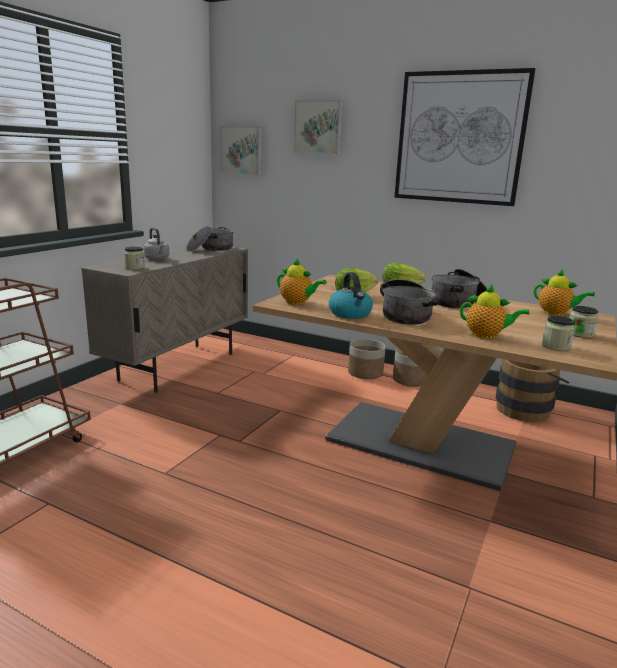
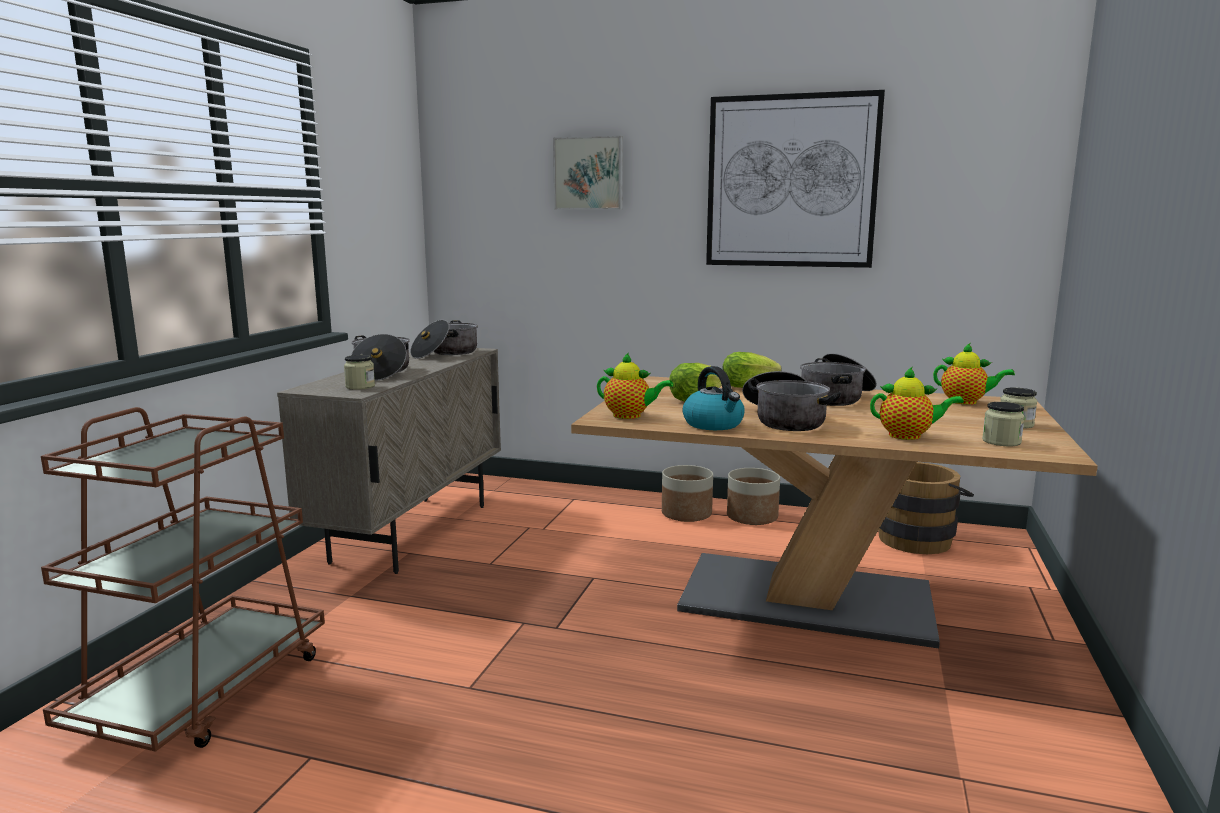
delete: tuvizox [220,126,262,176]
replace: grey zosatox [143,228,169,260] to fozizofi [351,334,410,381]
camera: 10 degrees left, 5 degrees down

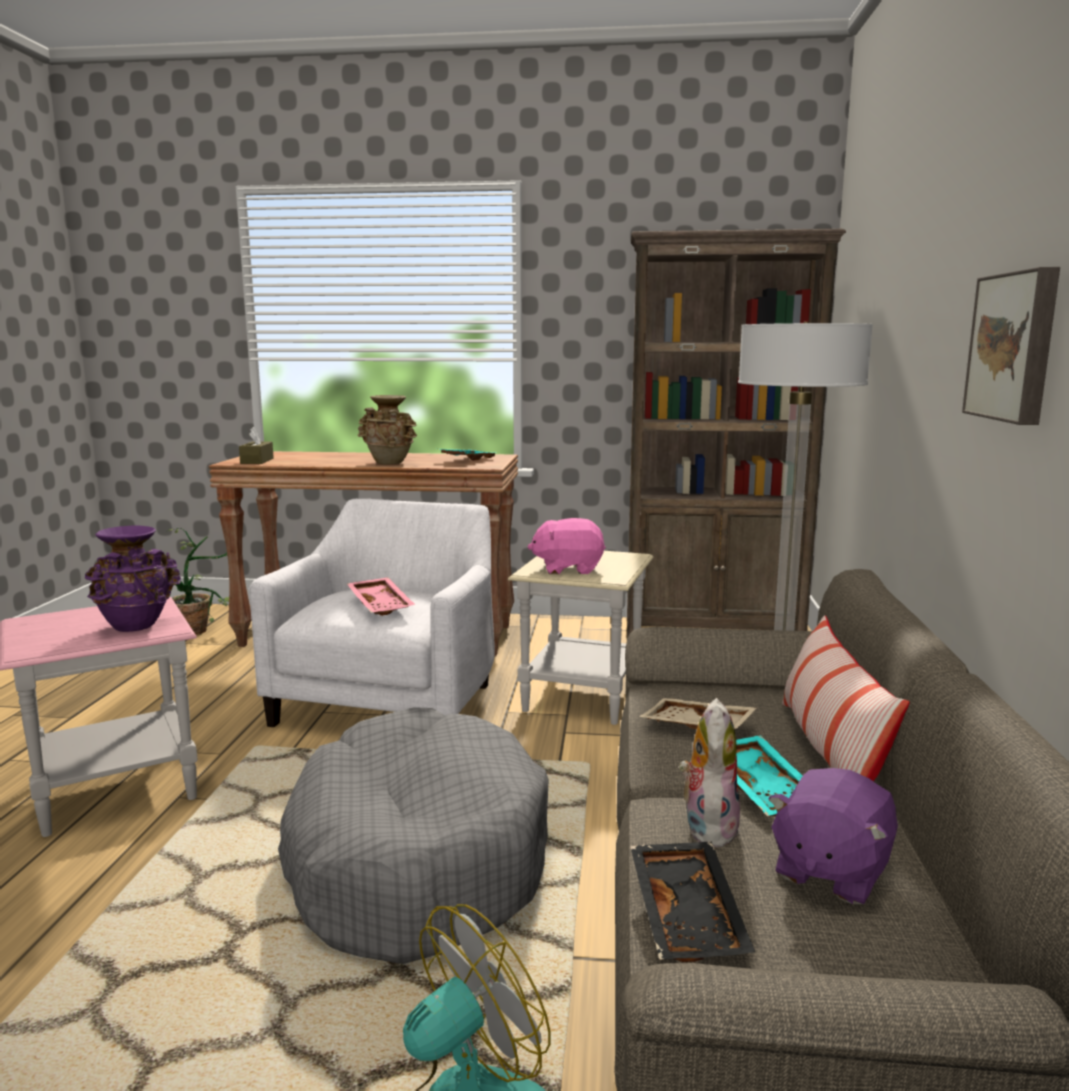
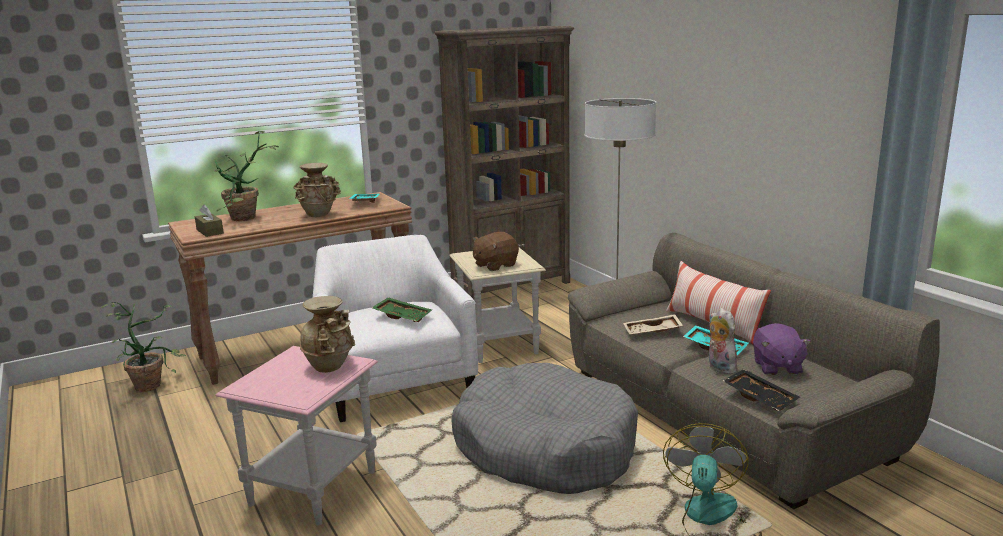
delete: tuvizox [962,267,1060,425]
insert: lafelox [214,131,279,221]
recolor: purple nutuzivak [85,525,181,632] to beige nutuzivak [300,296,355,373]; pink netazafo [347,577,415,616] to green netazafo [372,297,432,322]; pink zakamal [528,518,606,574] to brown zakamal [473,232,519,271]
camera: 35 degrees left, 5 degrees up

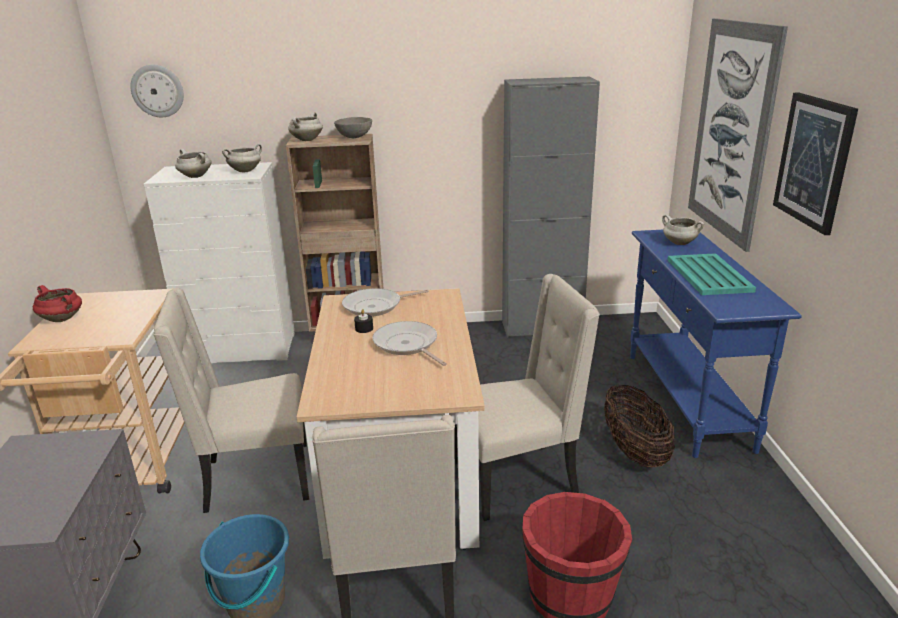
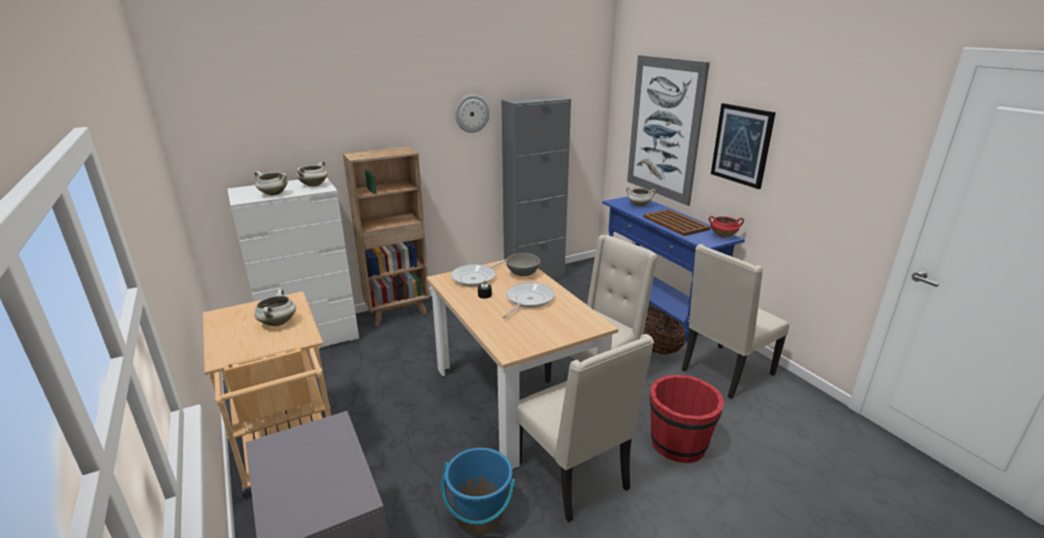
move: white fozizofi [288,112,323,141] to [254,289,296,326]; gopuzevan [130,65,184,117] to [455,94,490,133]; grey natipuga [334,117,372,138] to [506,253,540,276]; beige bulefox [153,288,309,513] to [682,244,789,399]; red fozizofi [33,285,82,322] to [709,216,744,238]
recolor: turquoise netazafo [668,253,756,295] to brown netazafo [643,209,710,236]
rotate: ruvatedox [373,321,447,366] = [503,283,554,319] 90 degrees clockwise
camera: 25 degrees left, 0 degrees up

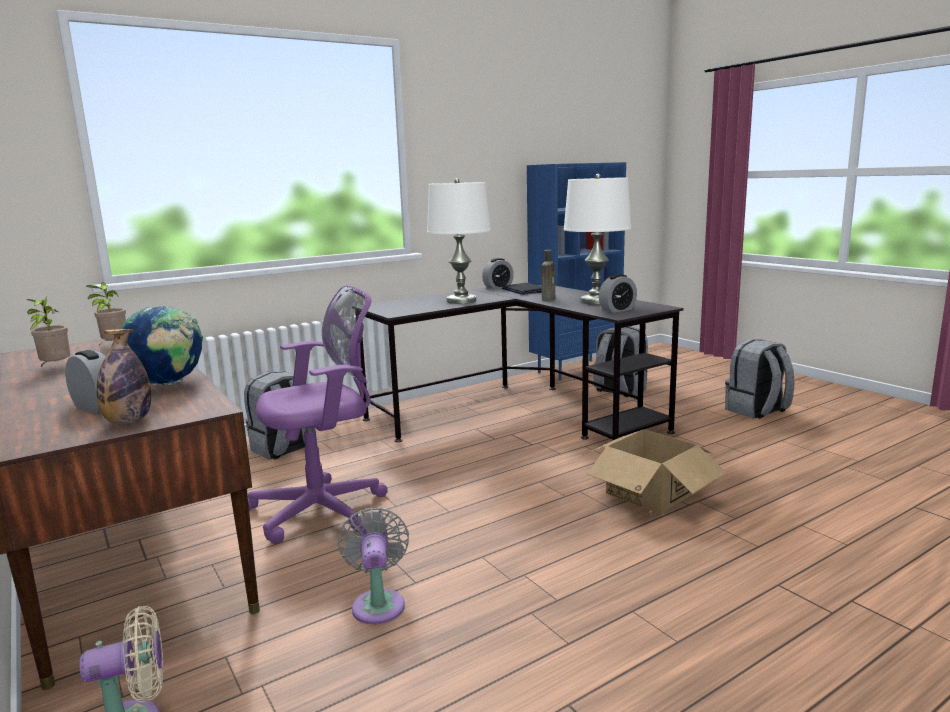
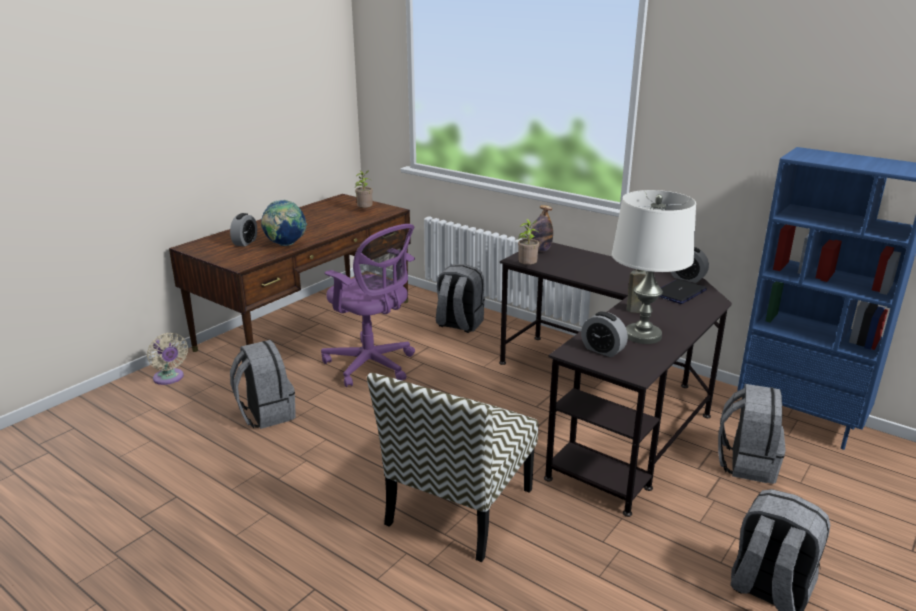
delete: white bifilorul [427,178,491,304]
move: lafelox [27,296,70,367] to [518,219,540,265]; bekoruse [97,329,151,424] to [531,205,553,252]
replace: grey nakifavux [338,507,409,624] to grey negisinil [230,340,296,429]; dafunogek [582,429,727,514] to bulefox [367,373,538,562]
camera: 70 degrees right, 10 degrees up

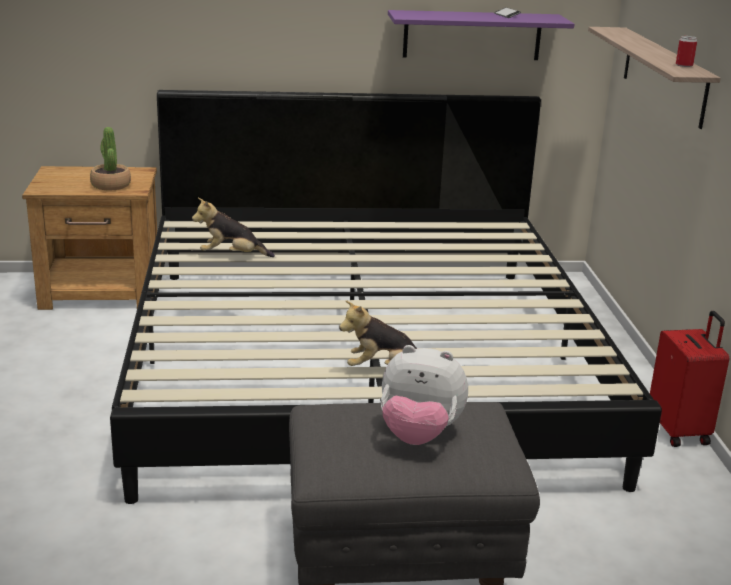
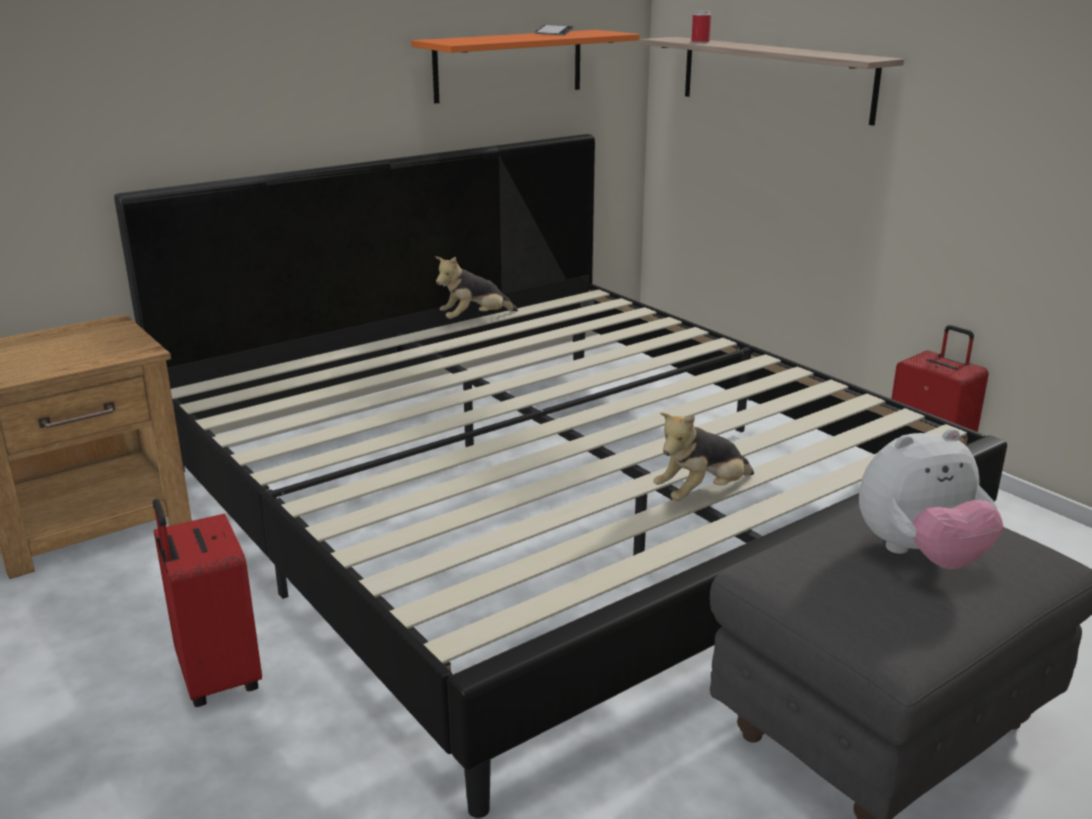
delete: lafelox [90,127,131,190]
insert: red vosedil [153,499,262,707]
move: zakamal [192,198,275,257] to [436,256,518,319]; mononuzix [676,36,697,67] to [691,11,711,43]
recolor: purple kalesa [388,10,574,60] to orange kalesa [411,30,640,104]
camera: 30 degrees left, 0 degrees up

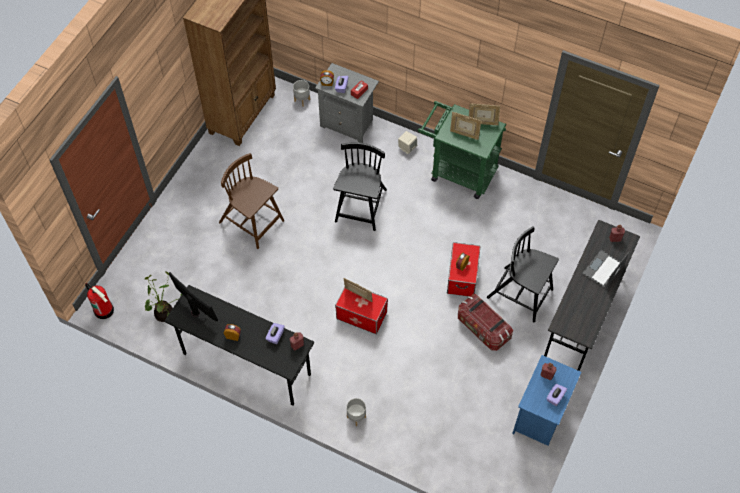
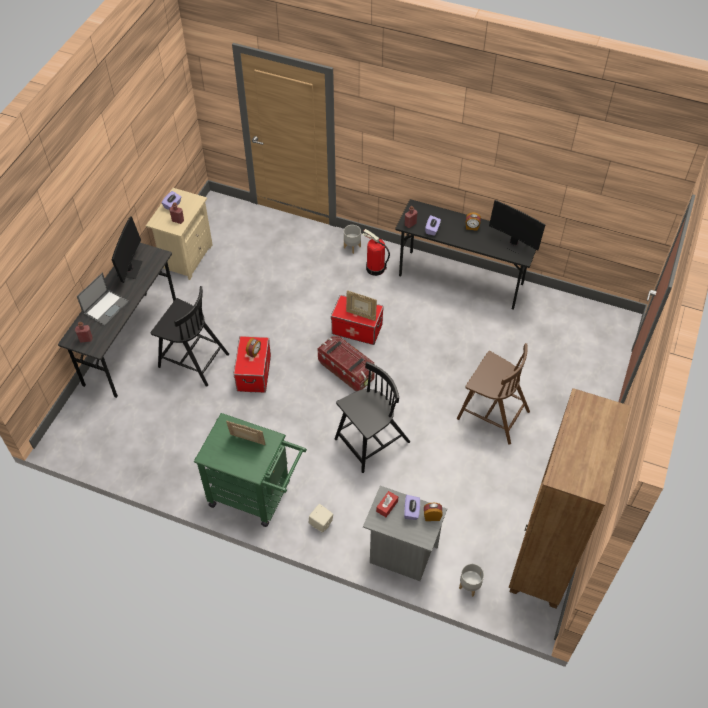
delete: lafelox [145,271,182,322]; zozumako [469,103,500,125]
insert: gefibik [112,216,143,283]
move: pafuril [458,294,513,351] to [317,336,375,391]; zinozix [85,283,114,319] to [362,229,390,276]
recolor: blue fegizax [512,355,581,446] to beige fegizax [146,188,213,280]
rotate: black bulefox [333,142,387,231] = [334,362,410,473] 135 degrees counterclockwise
camera: 175 degrees right, 5 degrees down

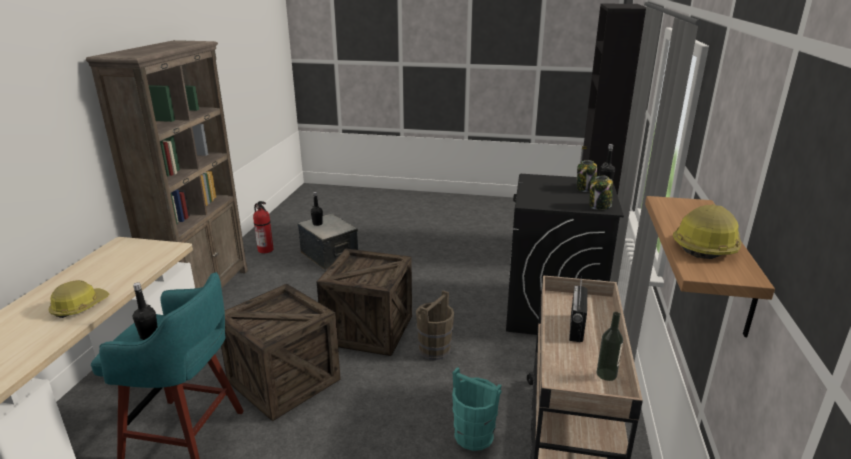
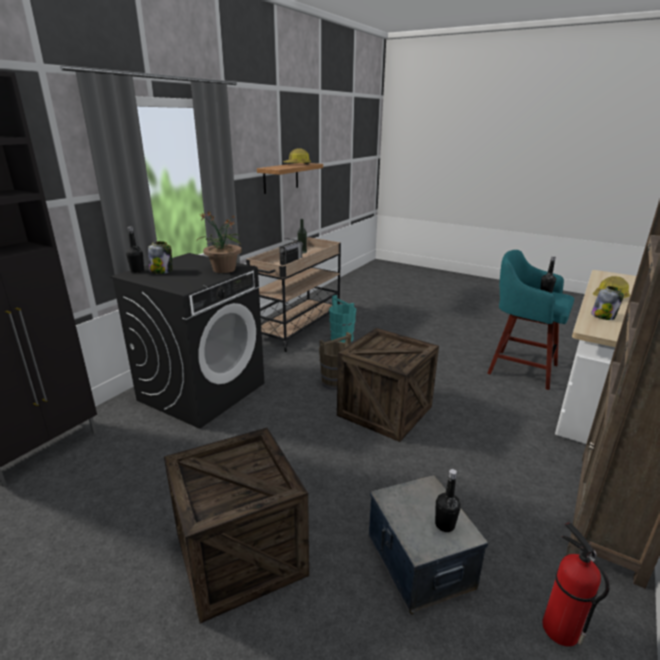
insert: lafelox [196,211,242,273]
move: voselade [221,284,341,421] to [164,428,309,623]; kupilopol [589,176,613,210] to [591,286,624,320]
camera: 160 degrees left, 0 degrees up

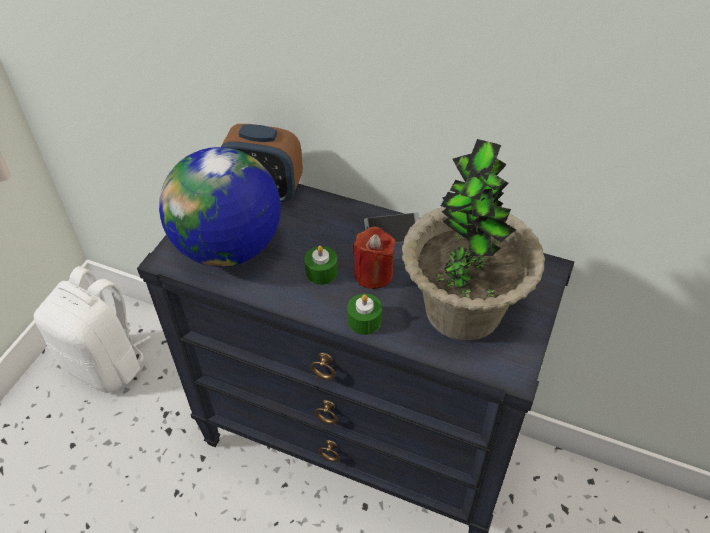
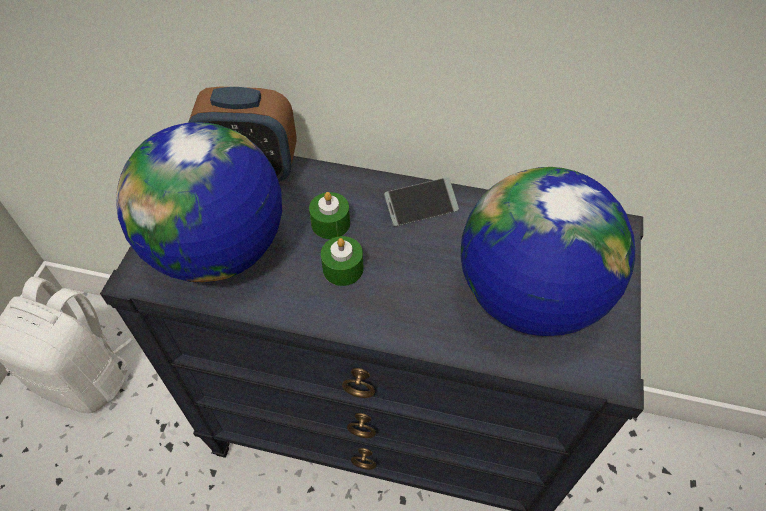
delete: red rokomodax [353,227,396,289]
move: green rokomodax [347,294,382,335] to [309,192,350,239]
replace: lafelox [402,139,545,341] to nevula [461,167,635,336]
camera: 10 degrees left, 5 degrees up

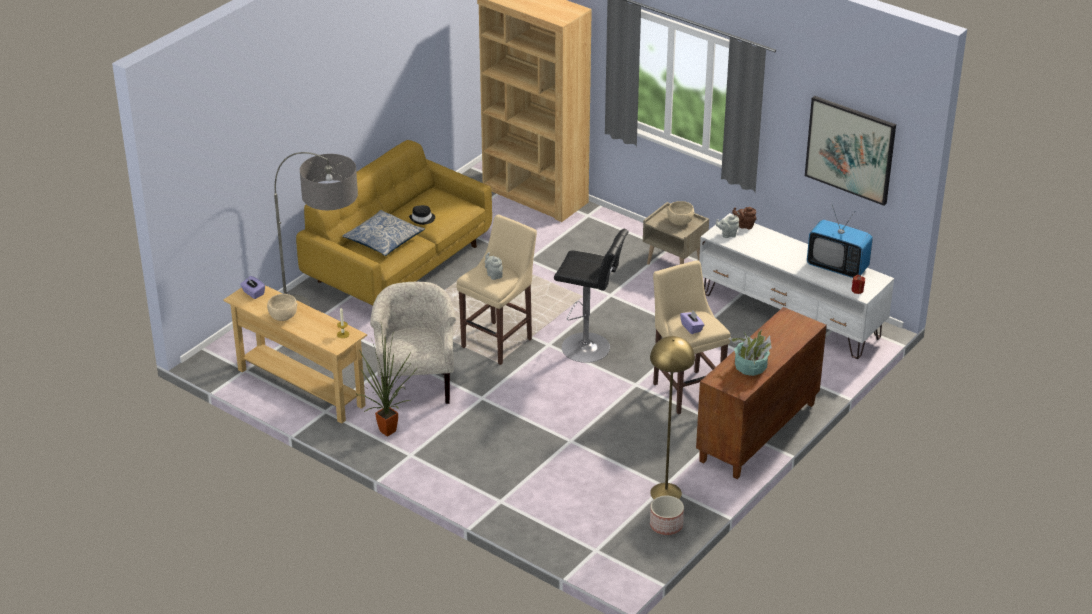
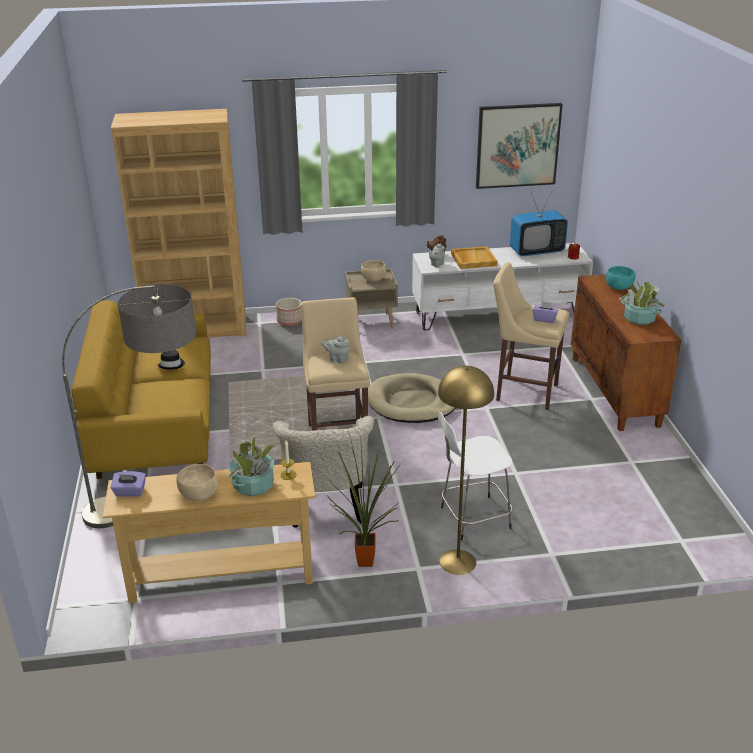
delete: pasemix [342,210,425,256]
insert: lafelox [228,437,274,496]; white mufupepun [438,412,513,540]; beige netazafo [451,246,498,269]; turquoise natipuga [606,266,636,290]
move: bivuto [650,496,684,535] to [276,298,302,326]; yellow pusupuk [650,336,695,499] to [438,366,494,575]
replace: black mufupepun [554,229,629,363] to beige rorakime [368,373,455,423]
rotate: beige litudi [370,282,456,406] = [272,416,374,528] 135 degrees counterclockwise
camera: 45 degrees left, 5 degrees down

